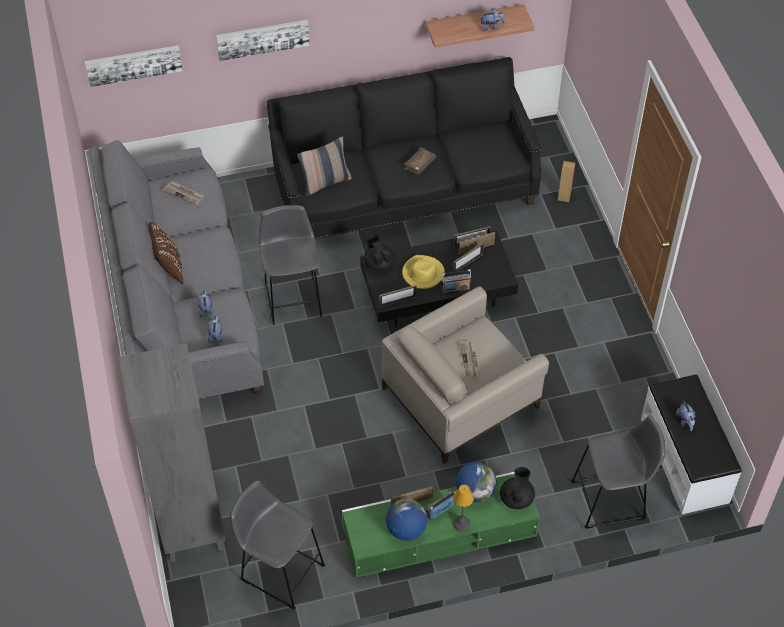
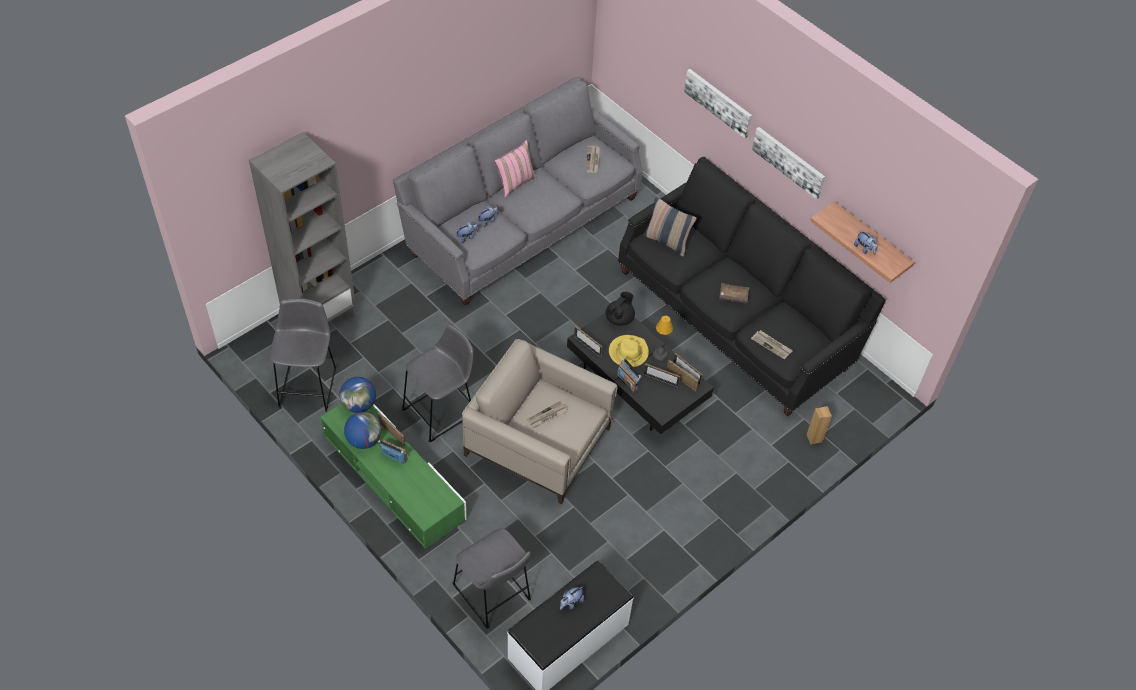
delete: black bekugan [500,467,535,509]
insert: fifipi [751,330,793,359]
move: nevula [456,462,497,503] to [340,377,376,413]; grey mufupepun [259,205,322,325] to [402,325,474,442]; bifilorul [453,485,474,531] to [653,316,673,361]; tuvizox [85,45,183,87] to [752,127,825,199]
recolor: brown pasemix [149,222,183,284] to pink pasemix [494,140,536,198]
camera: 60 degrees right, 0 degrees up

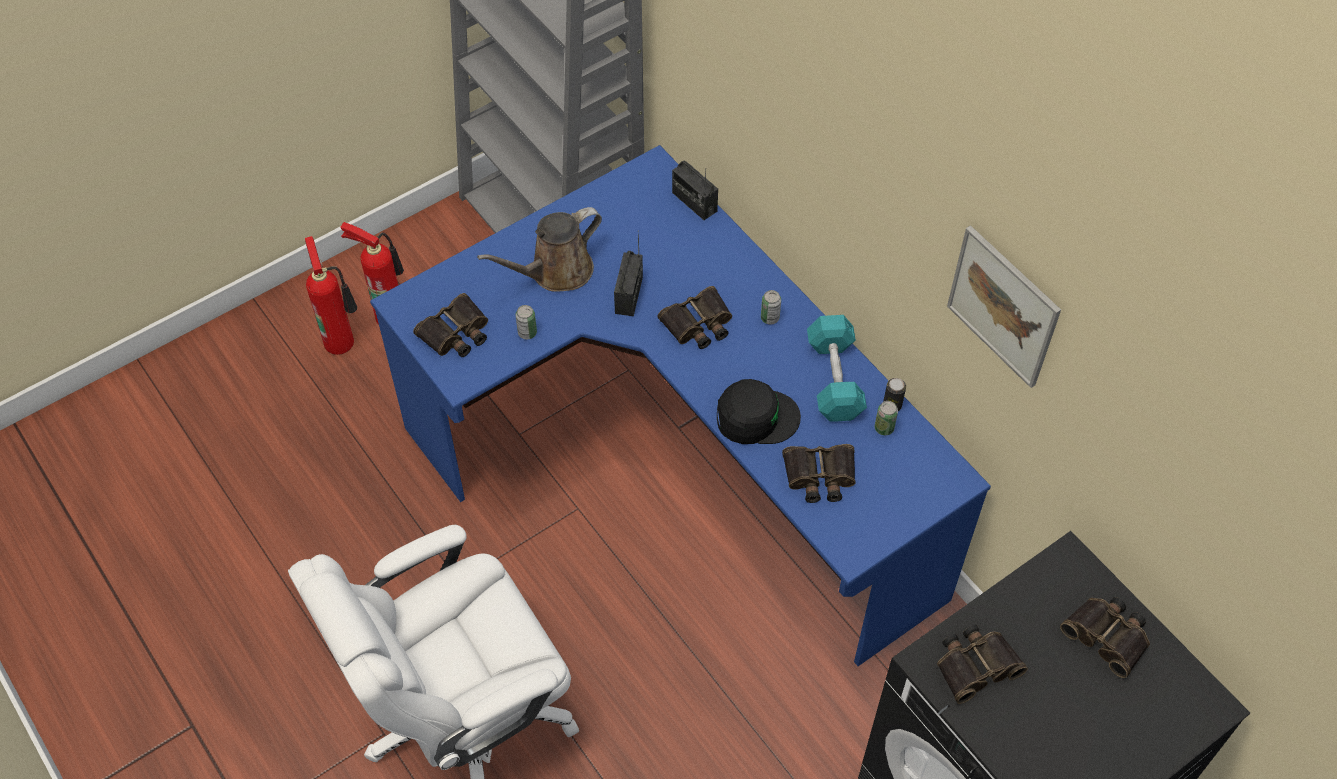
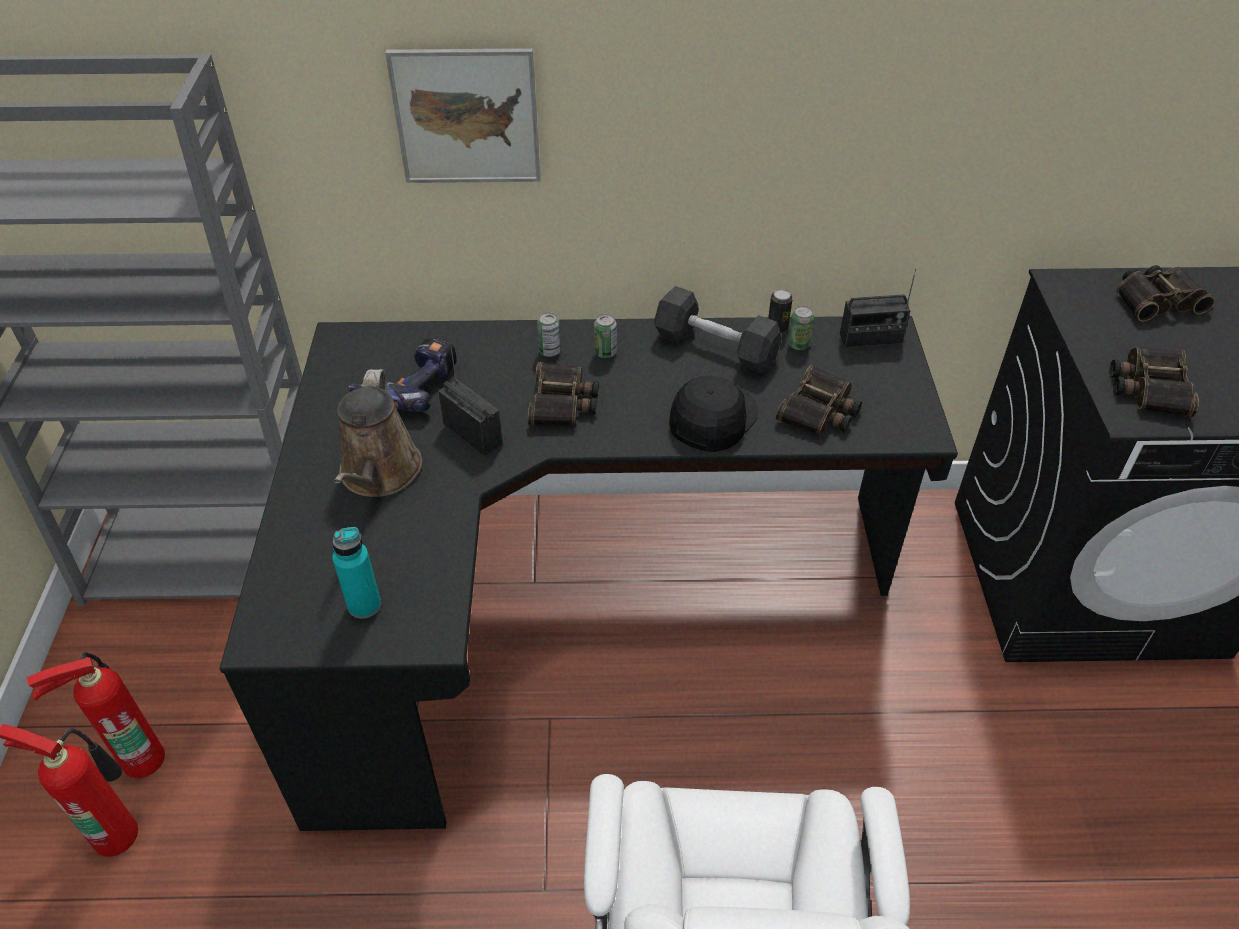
insert: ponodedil [348,338,457,412]
move: tuvizox [947,225,1061,388] to [385,48,541,183]; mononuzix [515,305,537,339] to [537,312,561,357]; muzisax [672,160,718,220] to [840,269,916,348]
replace: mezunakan [413,293,488,357] to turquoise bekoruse [332,527,381,619]
recolor: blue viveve [370,145,991,666] to black viveve [219,316,958,831]; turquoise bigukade [807,315,867,422] to grey bigukade [654,286,782,374]
camera: 55 degrees left, 10 degrees down

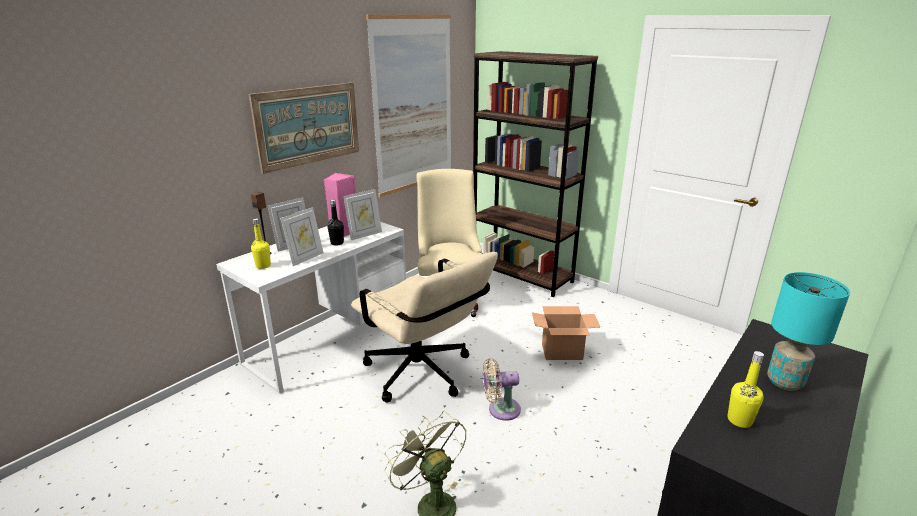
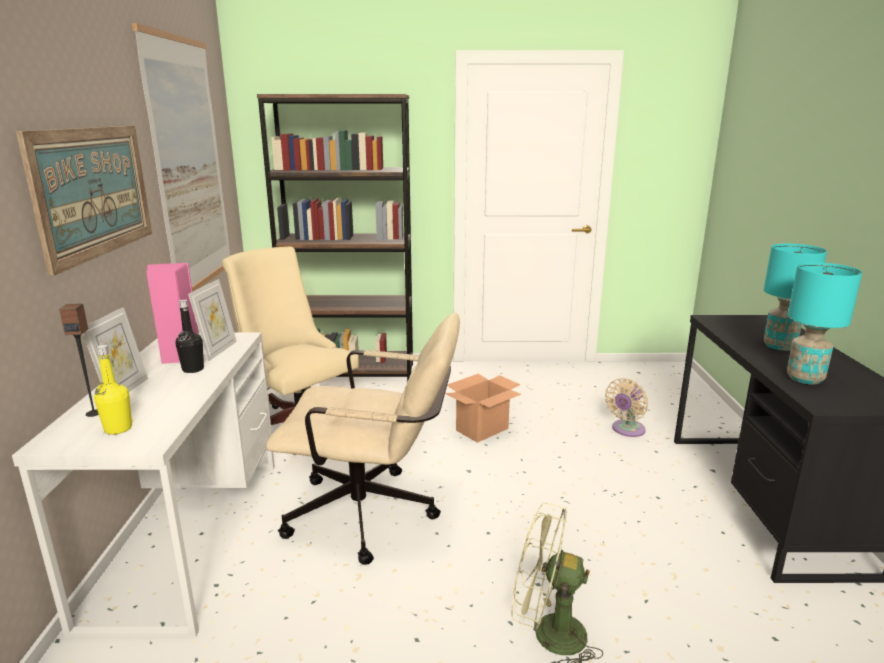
delete: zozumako [280,207,323,266]
move: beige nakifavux [483,358,521,421] to [605,378,648,437]
replace: yellow bekoruse [727,351,764,428] to turquoise bifilorul [787,262,862,385]
camera: 40 degrees left, 5 degrees down

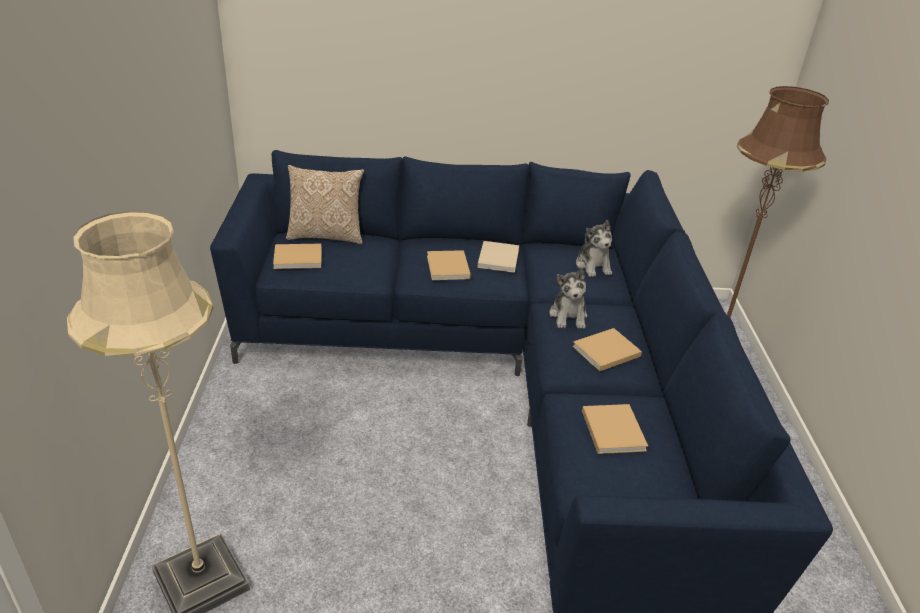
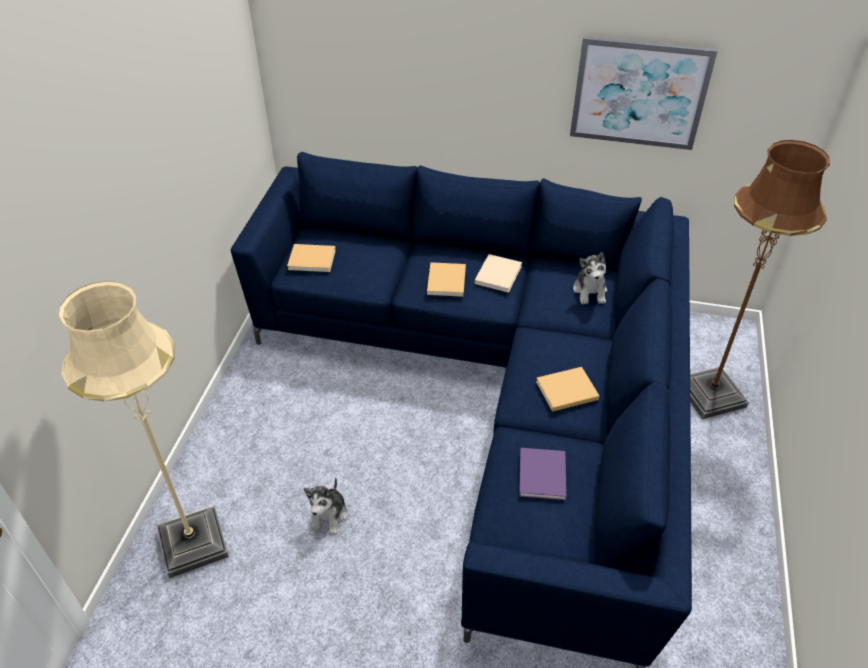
delete: pasemix [286,165,364,244]
insert: tuvizox [570,37,717,150]
move: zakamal [549,268,587,328] to [304,477,348,535]
recolor: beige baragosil [582,404,648,454] to purple baragosil [519,448,566,500]
camera: 15 degrees right, 10 degrees up

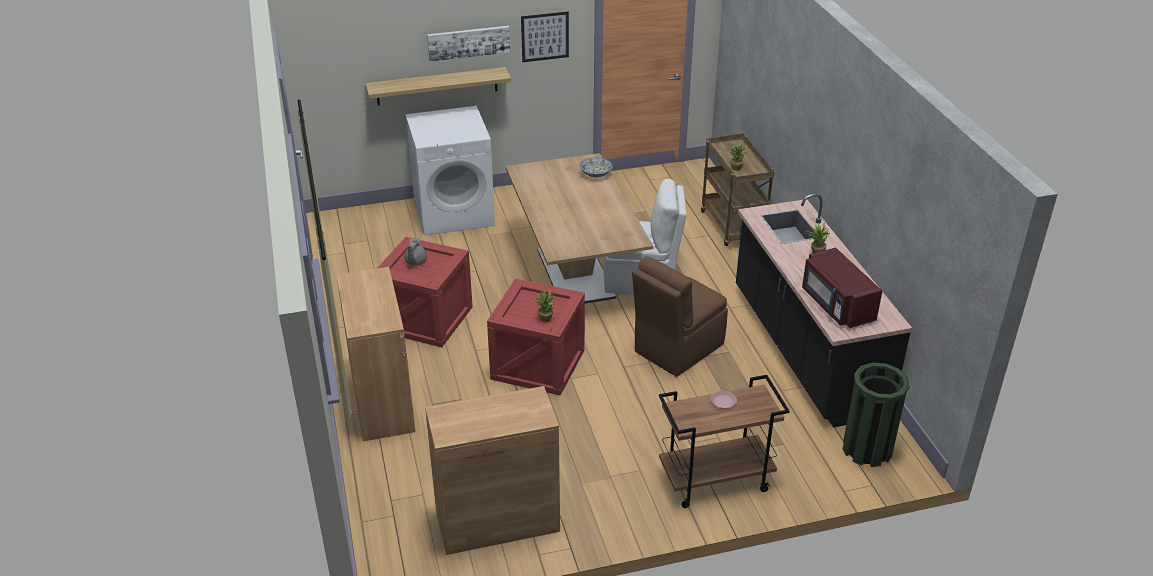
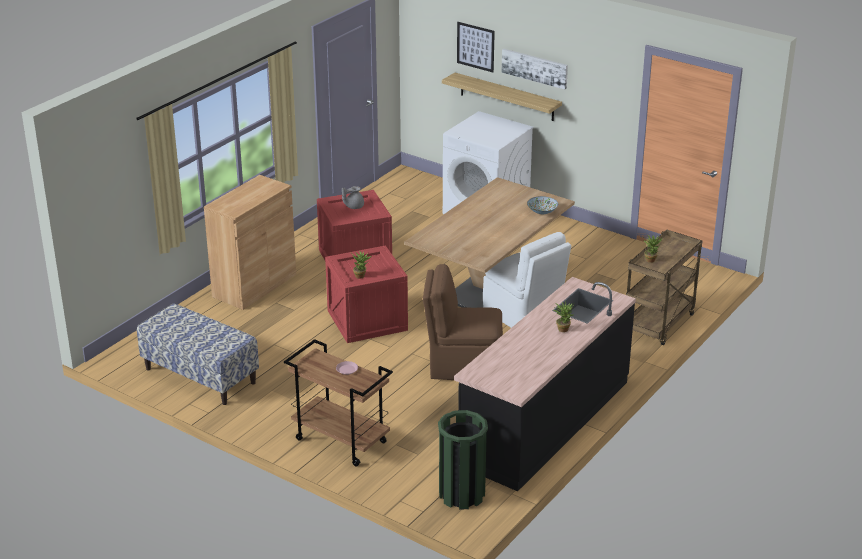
delete: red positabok [802,248,882,329]
move: tuvizox [521,11,569,62] to [457,22,495,72]
replace: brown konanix [425,386,560,555] to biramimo [137,303,259,405]
camera: 50 degrees right, 5 degrees down

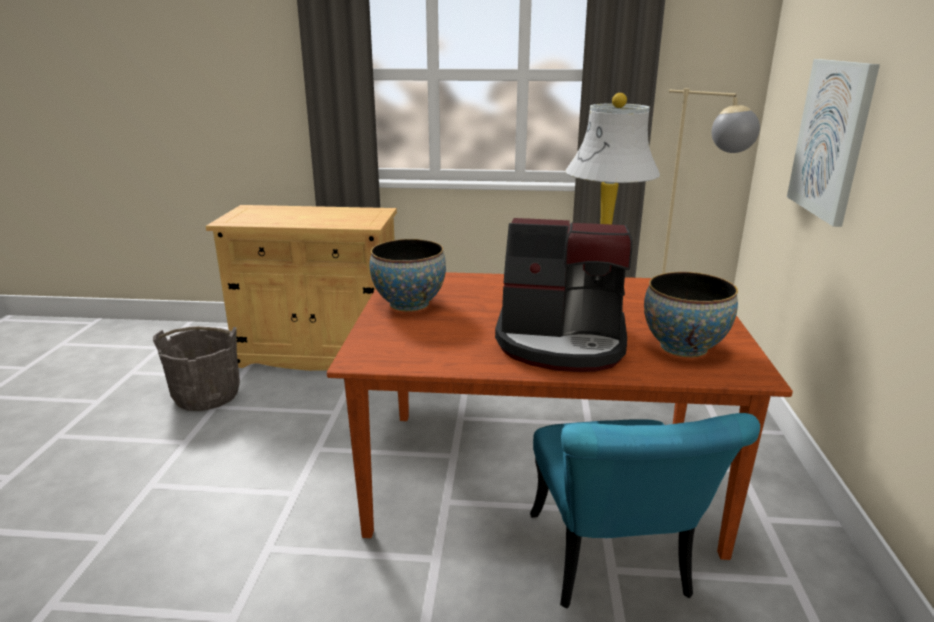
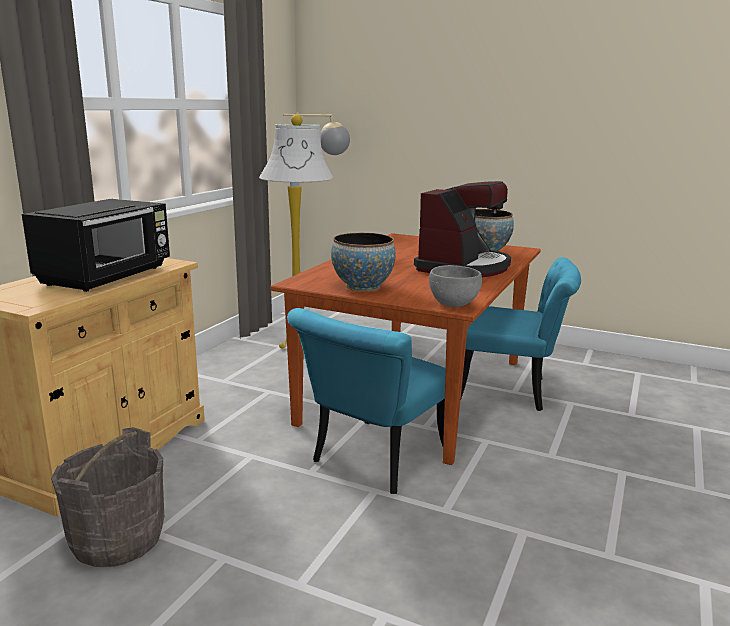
delete: tuvizox [787,59,880,227]
insert: black positabok [22,199,170,292]; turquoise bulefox [287,308,446,494]; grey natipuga [429,265,482,307]
camera: 70 degrees left, 5 degrees down

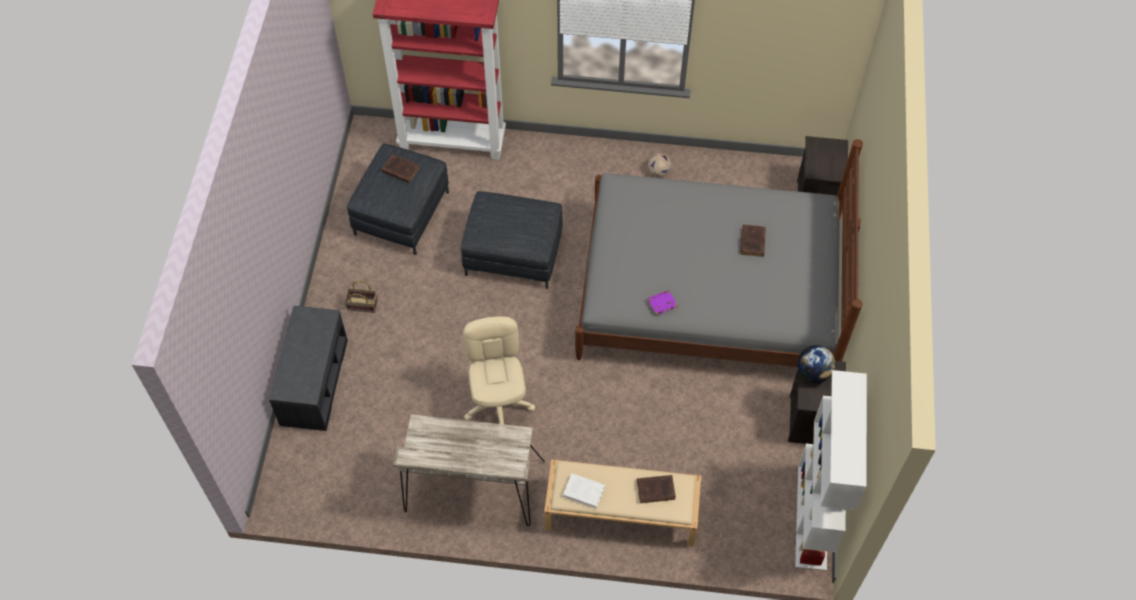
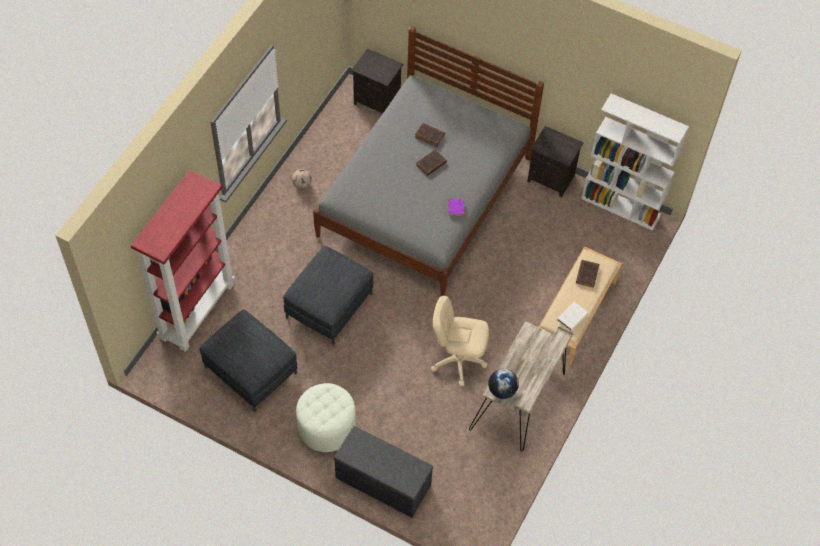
move: brown baragosil [382,154,420,183] to [416,150,447,176]; nevula [798,345,836,383] to [488,368,519,399]
replace: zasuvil [344,281,378,313] to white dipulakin [296,383,356,452]
camera: 70 degrees left, 0 degrees up

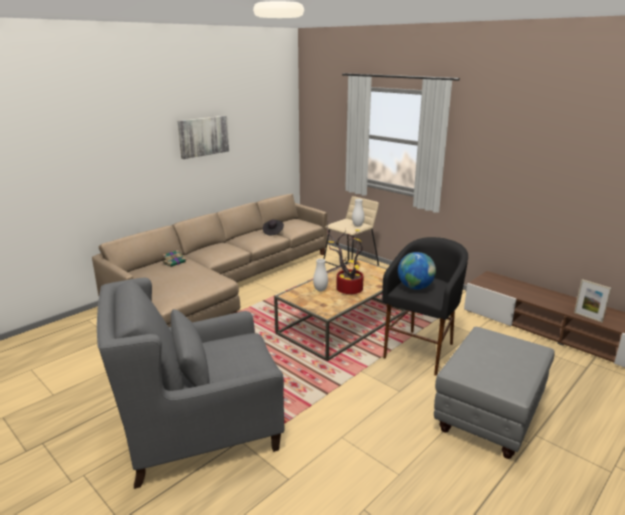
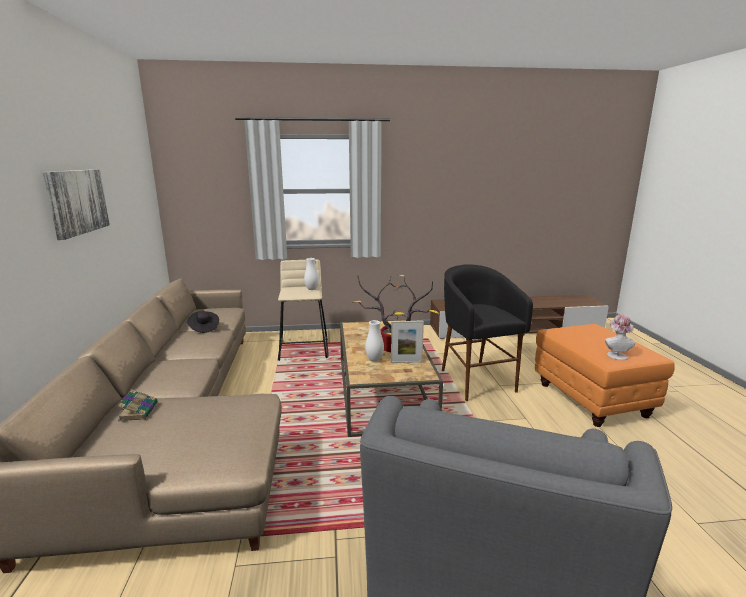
delete: nevula [398,252,436,290]
insert: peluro [605,314,635,360]
move: zozumako [574,279,611,322] to [391,321,424,363]
recolor: grey dipulakin [434,327,555,459] to orange dipulakin [535,324,675,427]
camera: 50 degrees left, 5 degrees down

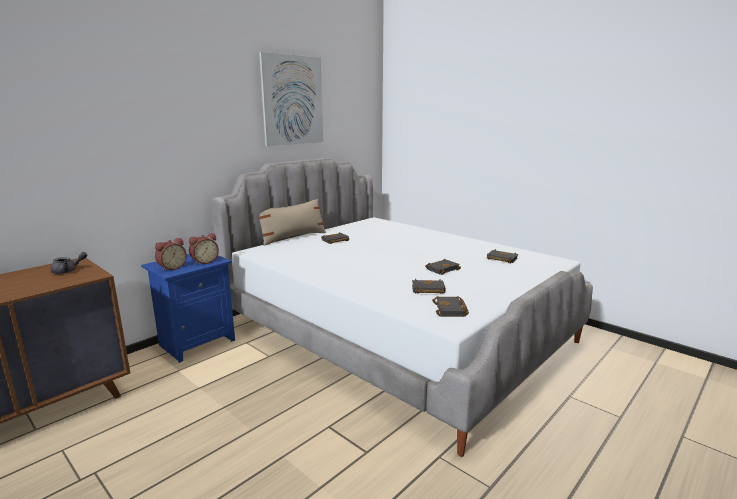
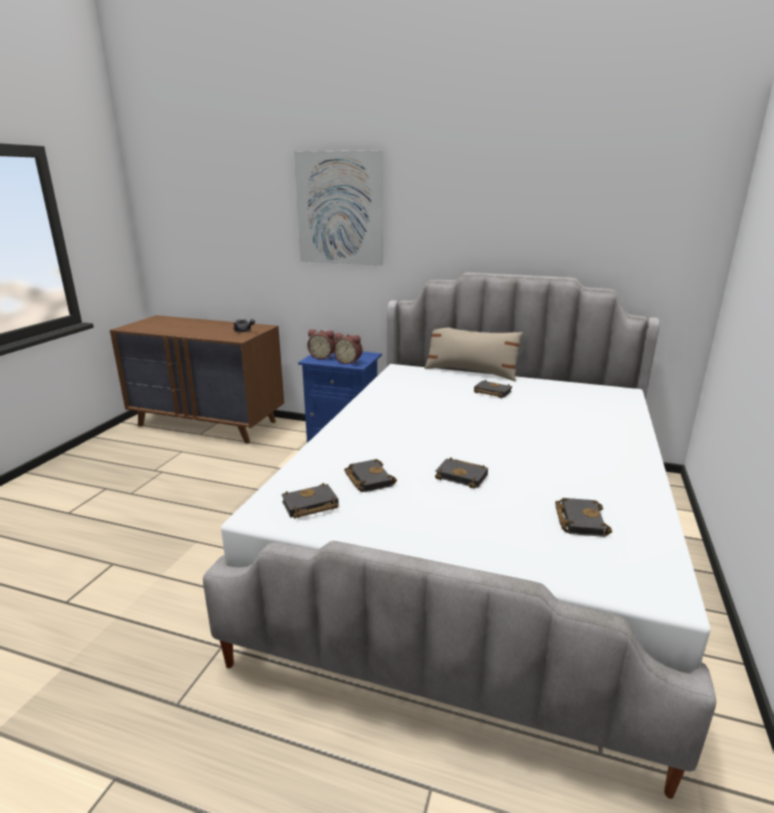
move: tuvizox [259,52,323,146] to [294,150,383,265]
camera: 65 degrees right, 5 degrees up

